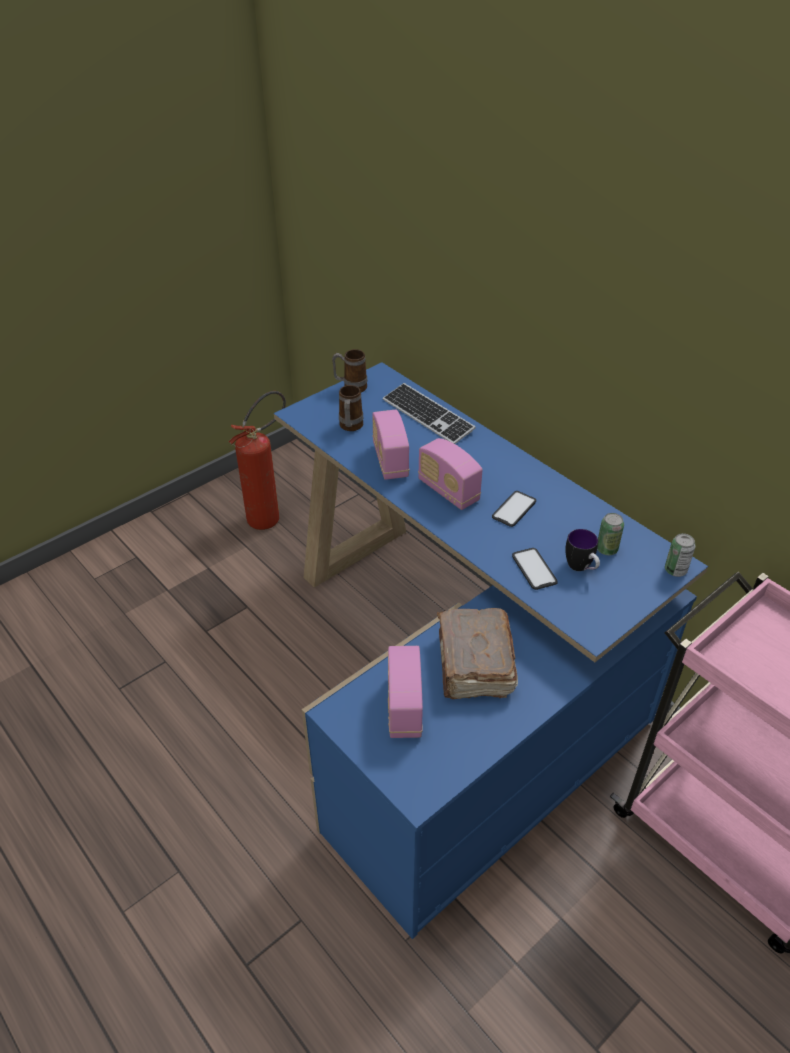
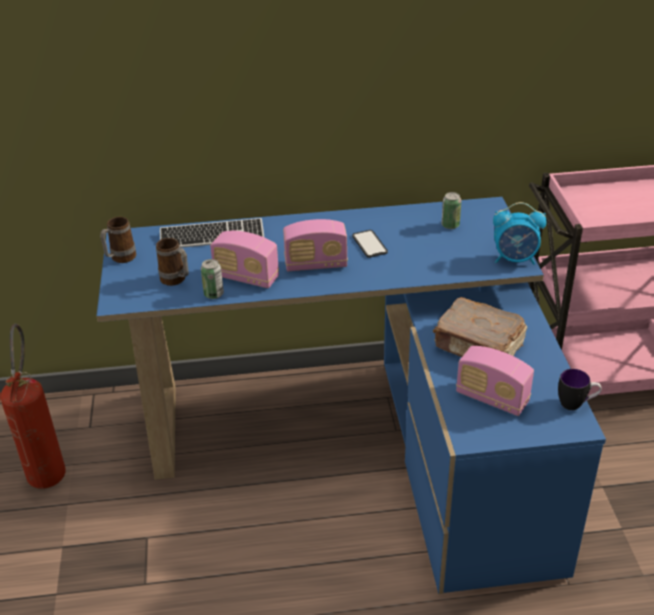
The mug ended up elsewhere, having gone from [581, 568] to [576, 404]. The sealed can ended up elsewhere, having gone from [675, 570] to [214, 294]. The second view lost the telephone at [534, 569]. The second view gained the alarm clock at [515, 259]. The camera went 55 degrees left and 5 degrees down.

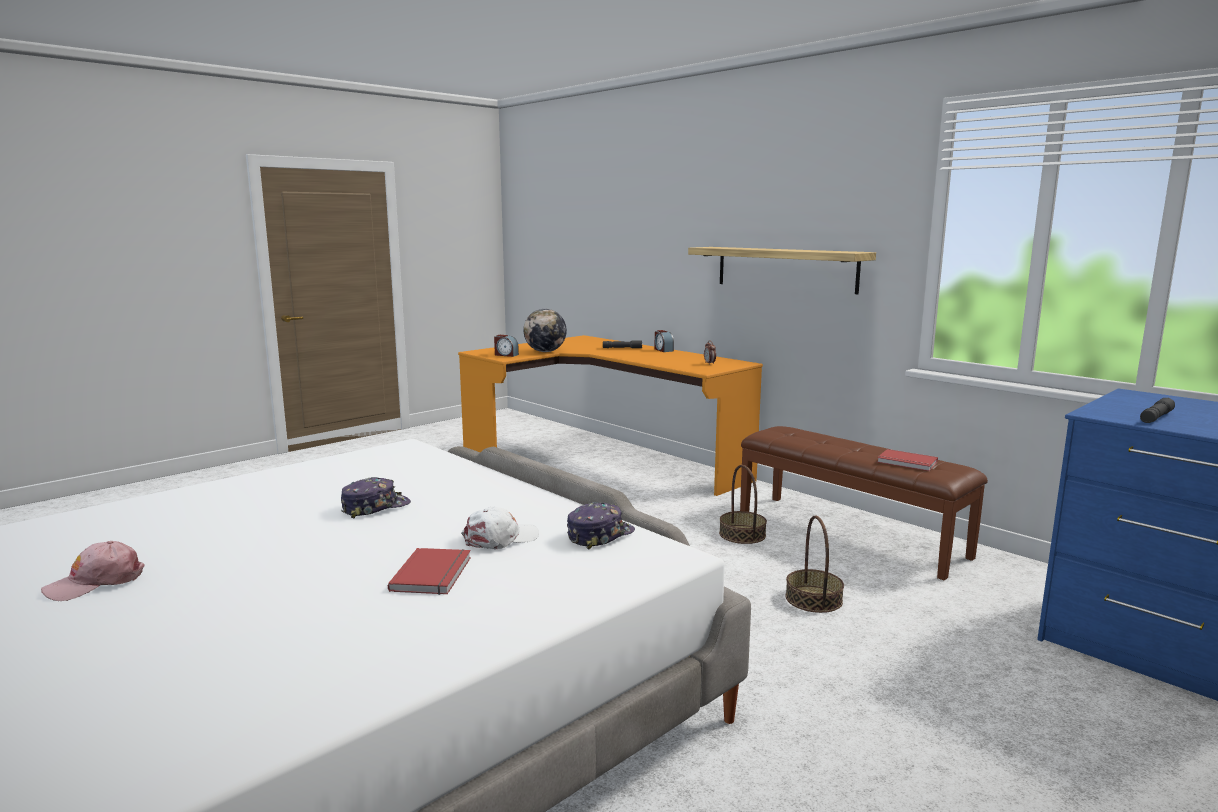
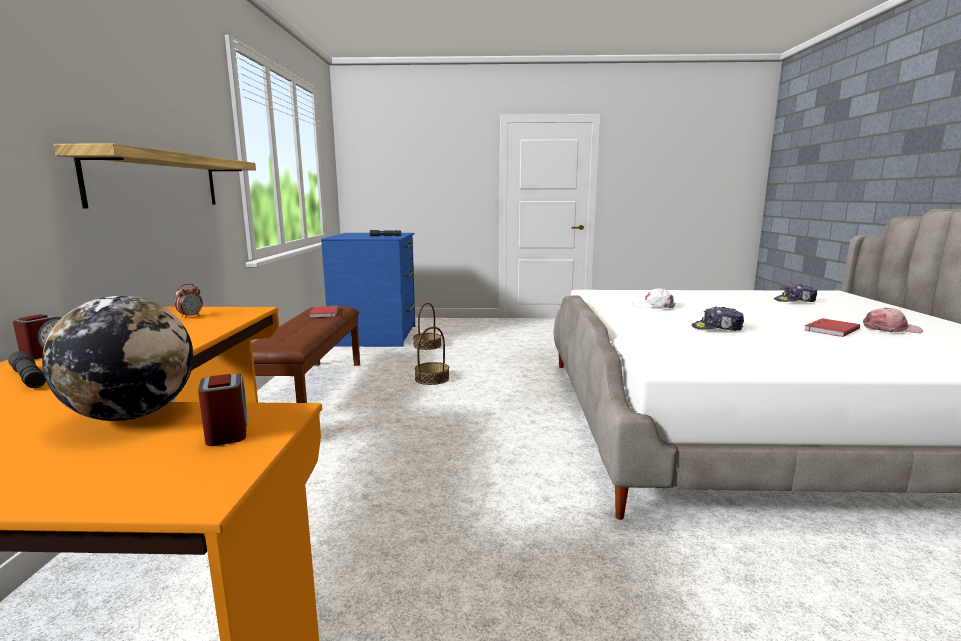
The basket ended up elsewhere, having gone from [742, 534] to [427, 345]. The cap ended up elsewhere, having gone from [600, 535] to [795, 301]. The volume in reddish ended up elsewhere, having gone from [434, 574] to [829, 329]. The camera went 135 degrees left and 0 degrees up.

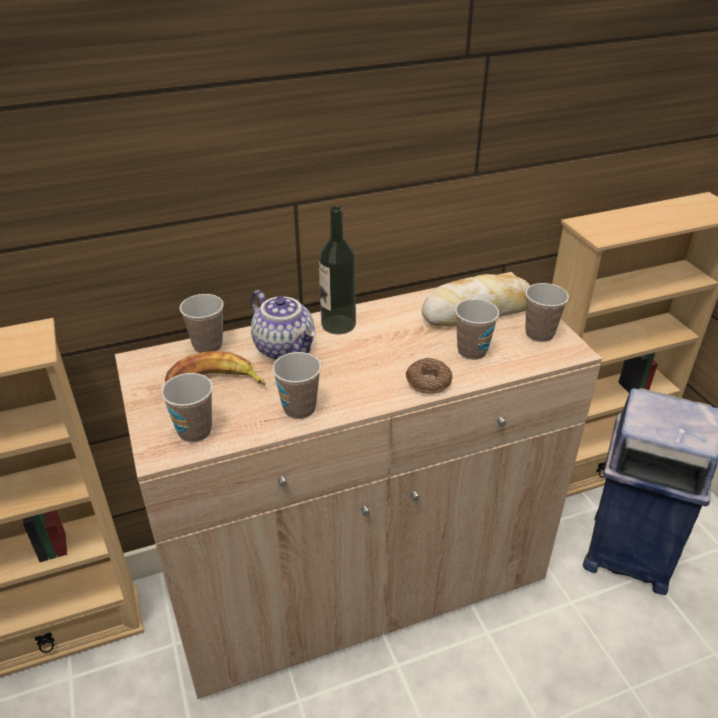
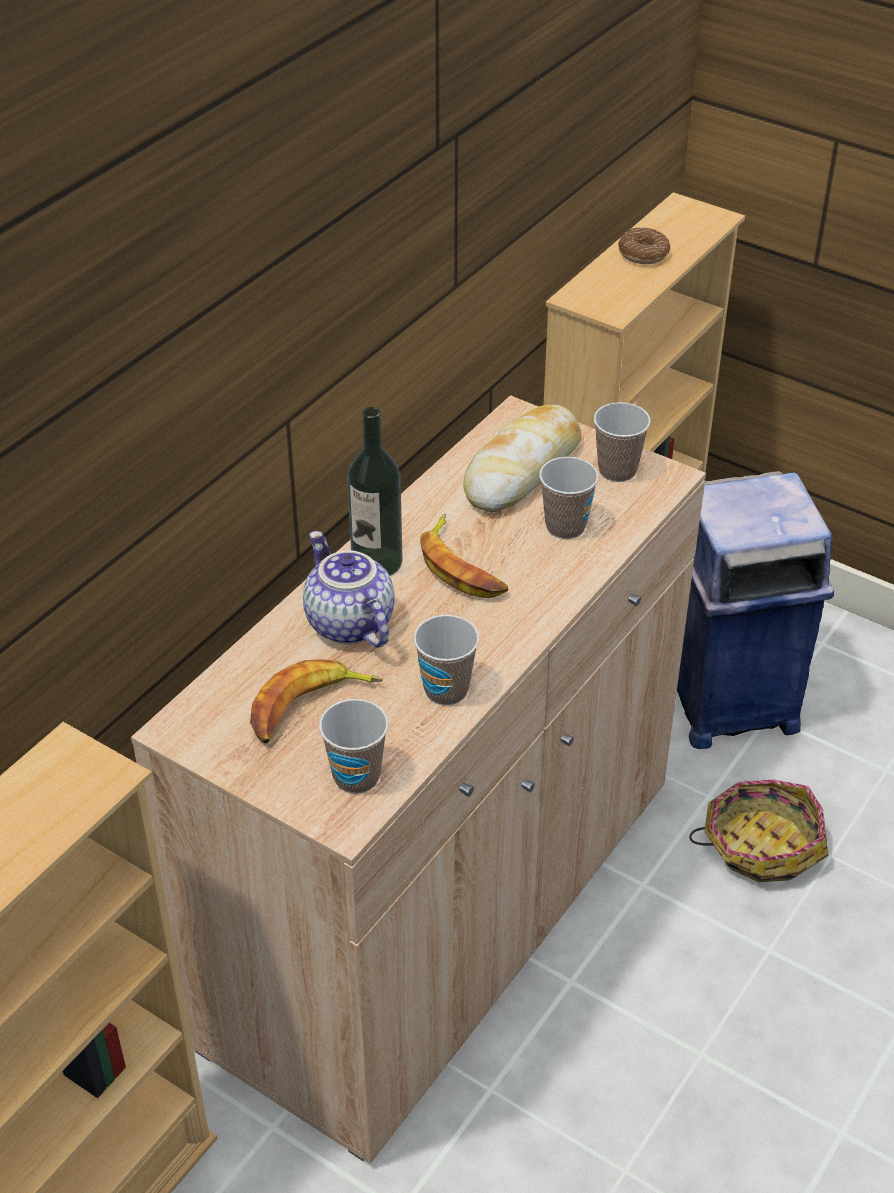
The pot for tea at [286, 348] ended up facing another way, 135 degrees counterclockwise from before. The second view lost the small cup at [208, 346]. The donut ended up elsewhere, having gone from [428, 382] to [643, 254]. The second view gained the banana at [462, 567]. The second view gained the basket at [761, 844]. The camera went 35 degrees left and 5 degrees up.

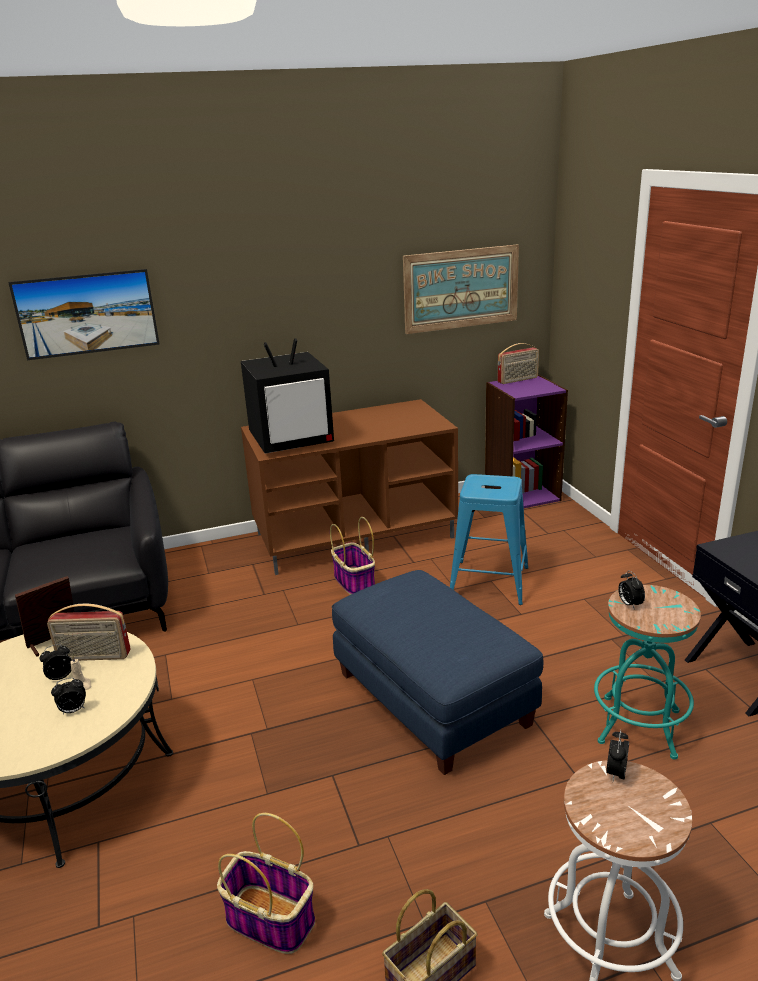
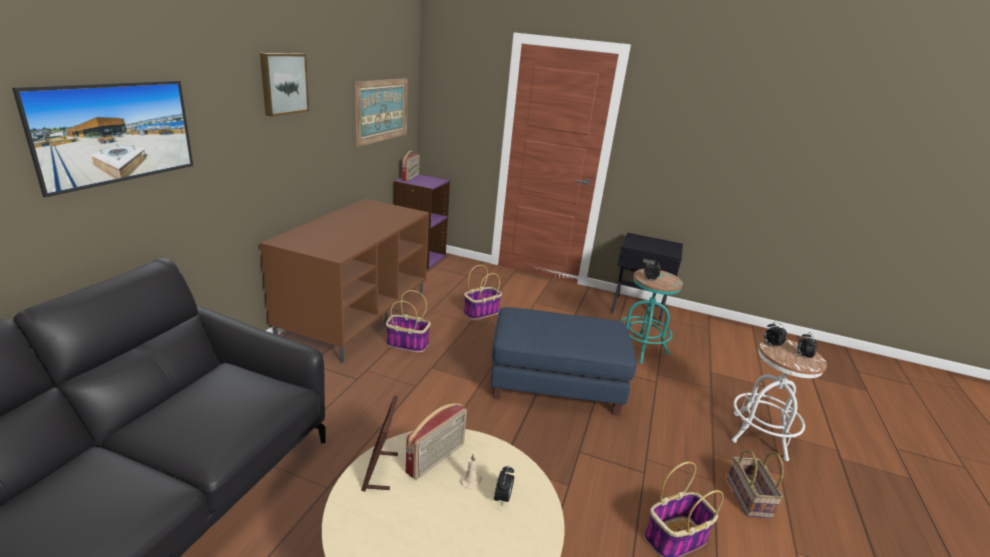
The second view lost the TV set at [292, 441]. Where the stool seat in blue stood at [489, 582], the basket came to stand at [481, 312]. The alarm clock ended up elsewhere, having gone from [60, 676] to [802, 356]. The second view gained the wall art at [283, 83]. The camera went 55 degrees left and 0 degrees up.

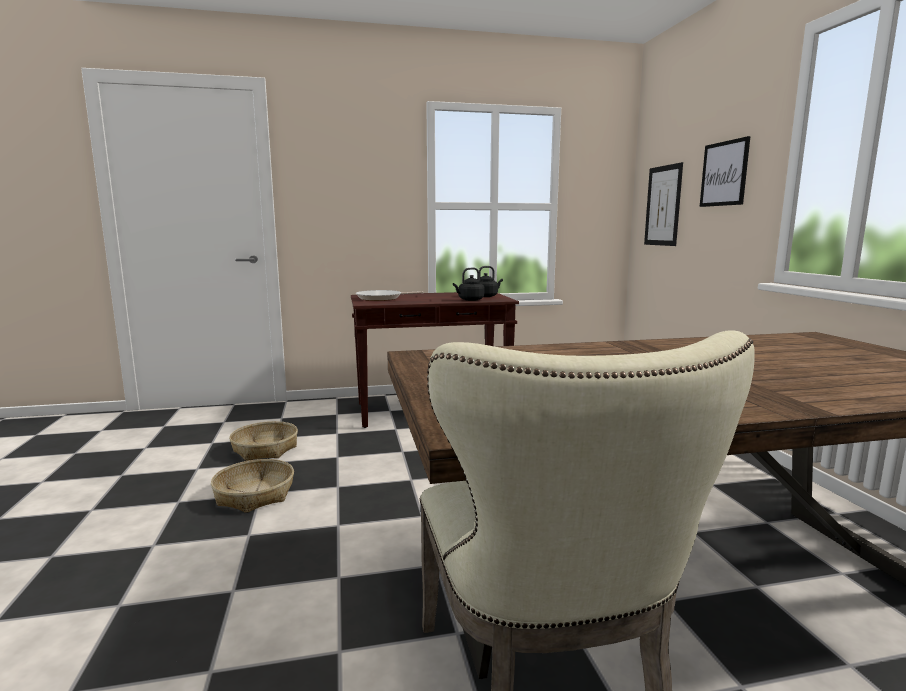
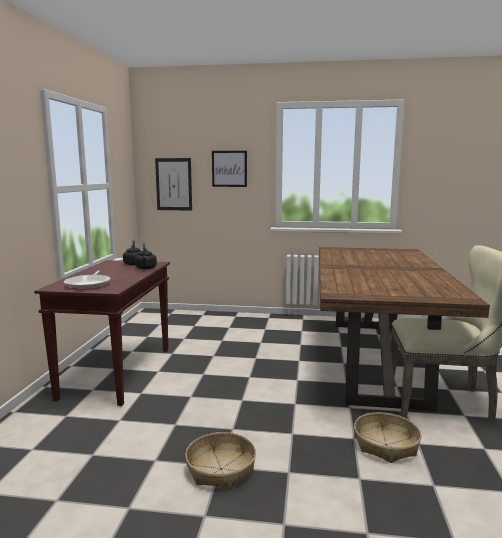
The basket ended up elsewhere, having gone from [265, 449] to [385, 444]. The camera went 70 degrees left and 0 degrees up.

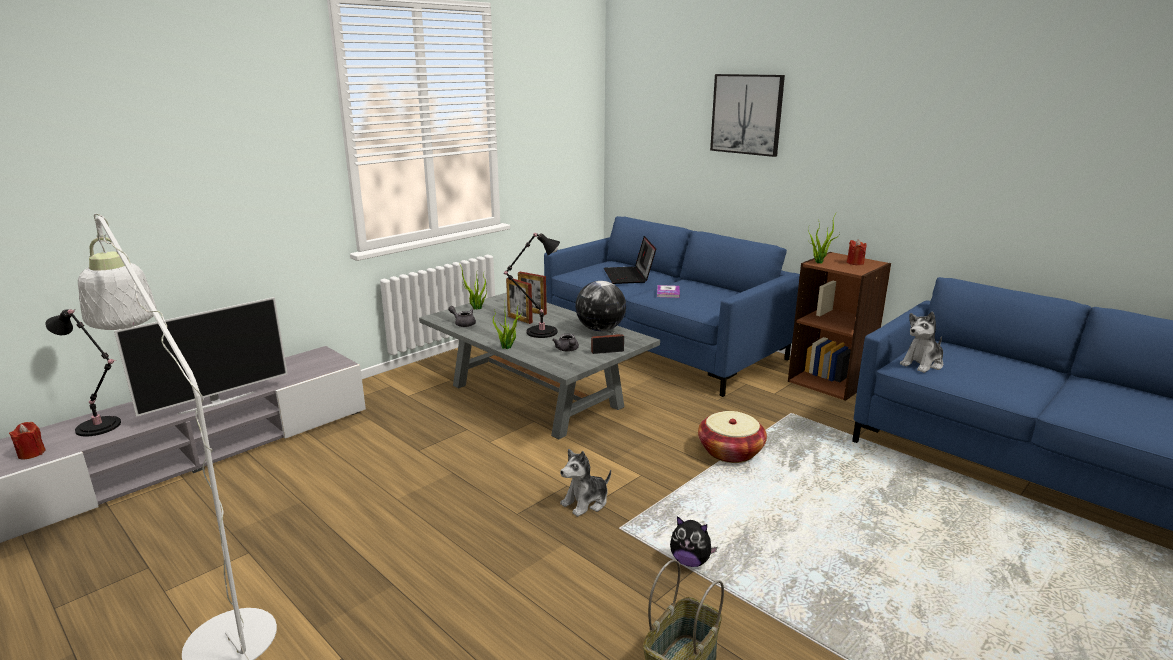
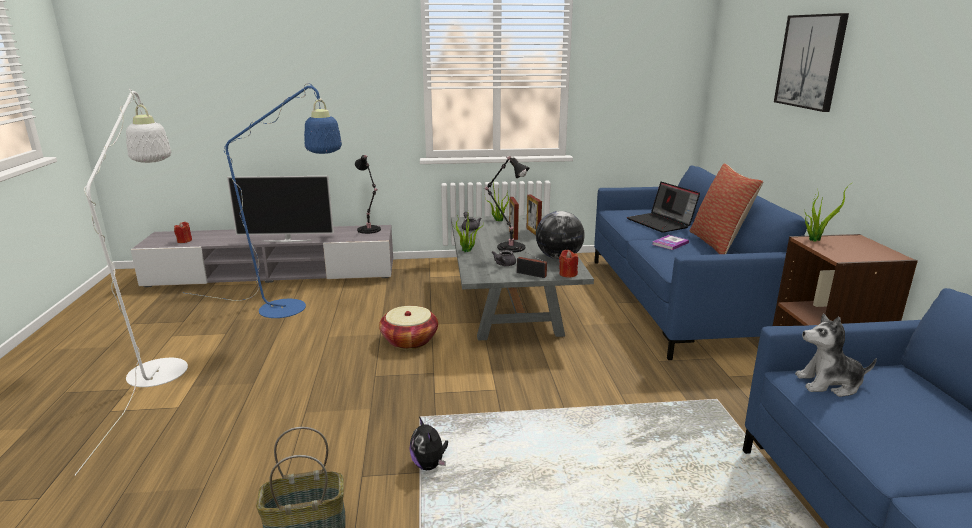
The notebook computer at [629, 276] ended up facing another way, 60 degrees counterclockwise from before. The candle in reddish ended up elsewhere, having gone from [855, 263] to [568, 274]. The lamp for a table in black ended up elsewhere, having gone from [101, 427] to [369, 230]. The basket ended up elsewhere, having gone from [730, 452] to [409, 340]. The second view lost the plush toy at [586, 502]. The second view gained the floor lamp in blue at [293, 309]. The second view gained the pillow at [718, 243]. The camera went 40 degrees right and 0 degrees up.

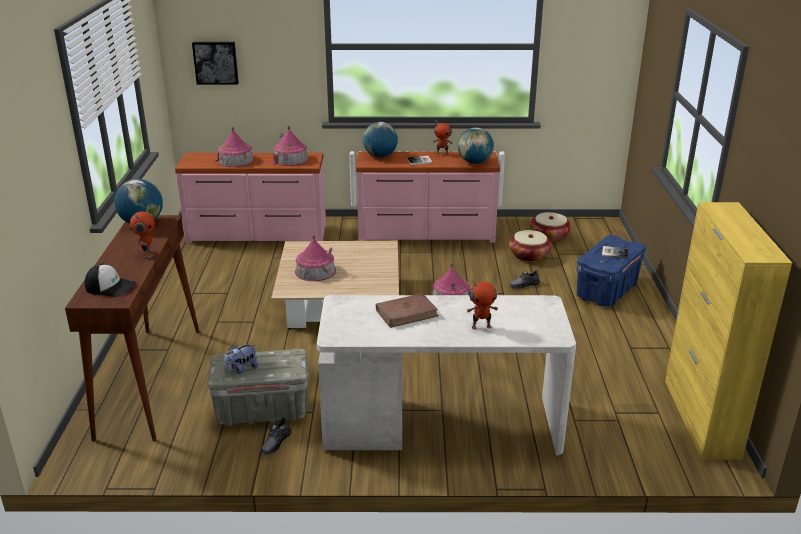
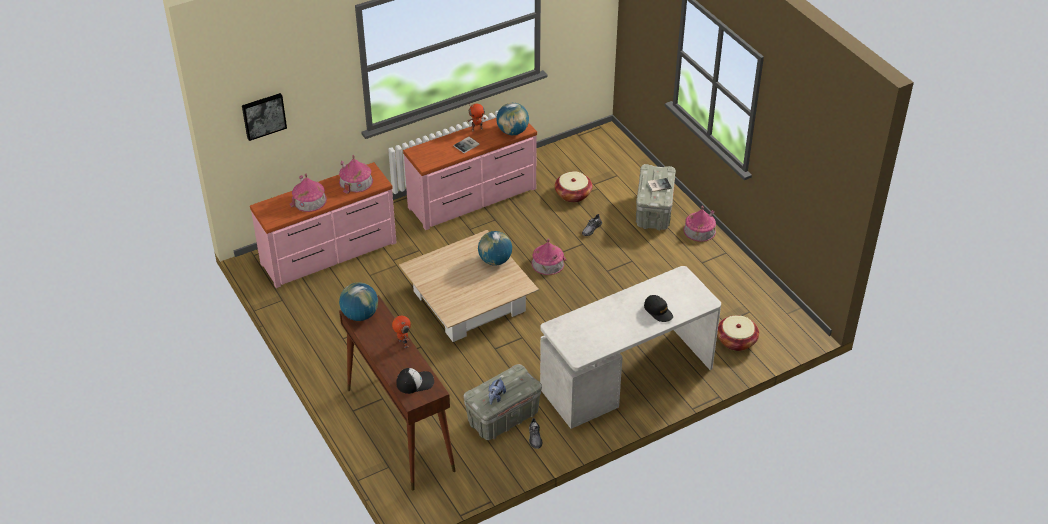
The world globe ended up elsewhere, having gone from [380, 156] to [495, 260]. The second view lost the storage cabinet in yellowish at [701, 418]. The basket ended up elsewhere, having gone from [549, 236] to [736, 341]. The model house ended up elsewhere, having gone from [315, 271] to [699, 230]. What was the storage bin in blue at [606, 290] turned into the storage bin in gray at [653, 212]. Where the robot figure stood at [481, 326], the cap in black came to stand at [658, 311]. The second view lost the volume in brownish at [407, 313]. The camera went 30 degrees left and 15 degrees up.

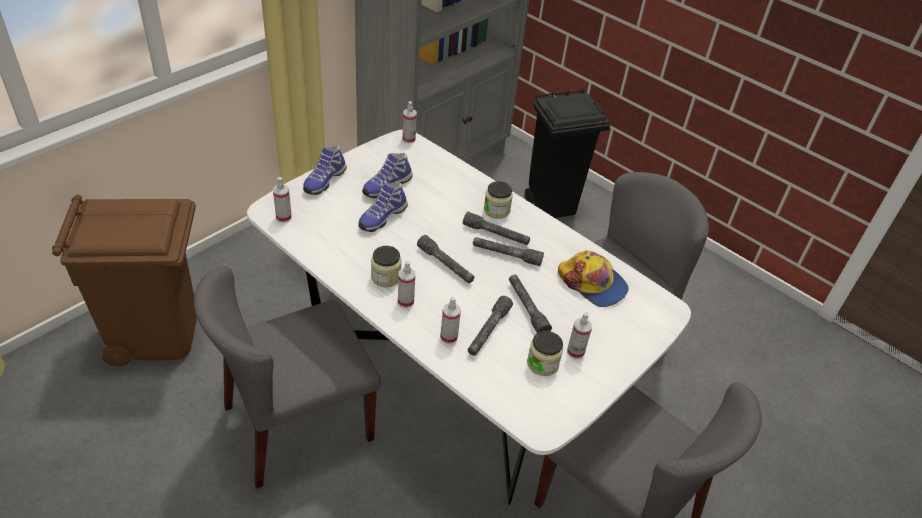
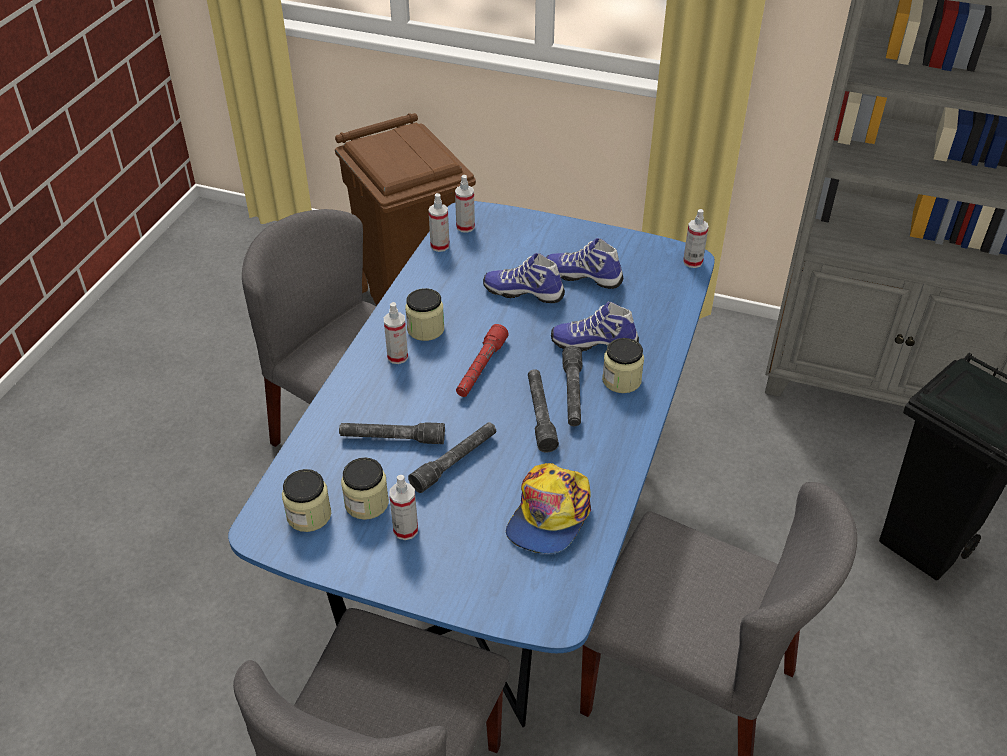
What was the kitchen table in whitish at [449, 378] turned into the kitchen table in blue at [504, 544]. The item of footwear ended up elsewhere, having gone from [324, 180] to [594, 342]. What was the torch in gray at [445, 265] turned into the torch in reddish at [481, 368]. The spray bottle ended up elsewhere, having gone from [449, 337] to [440, 246]. The second view gained the storage jar at [309, 515]. The camera went 70 degrees right and 0 degrees up.

